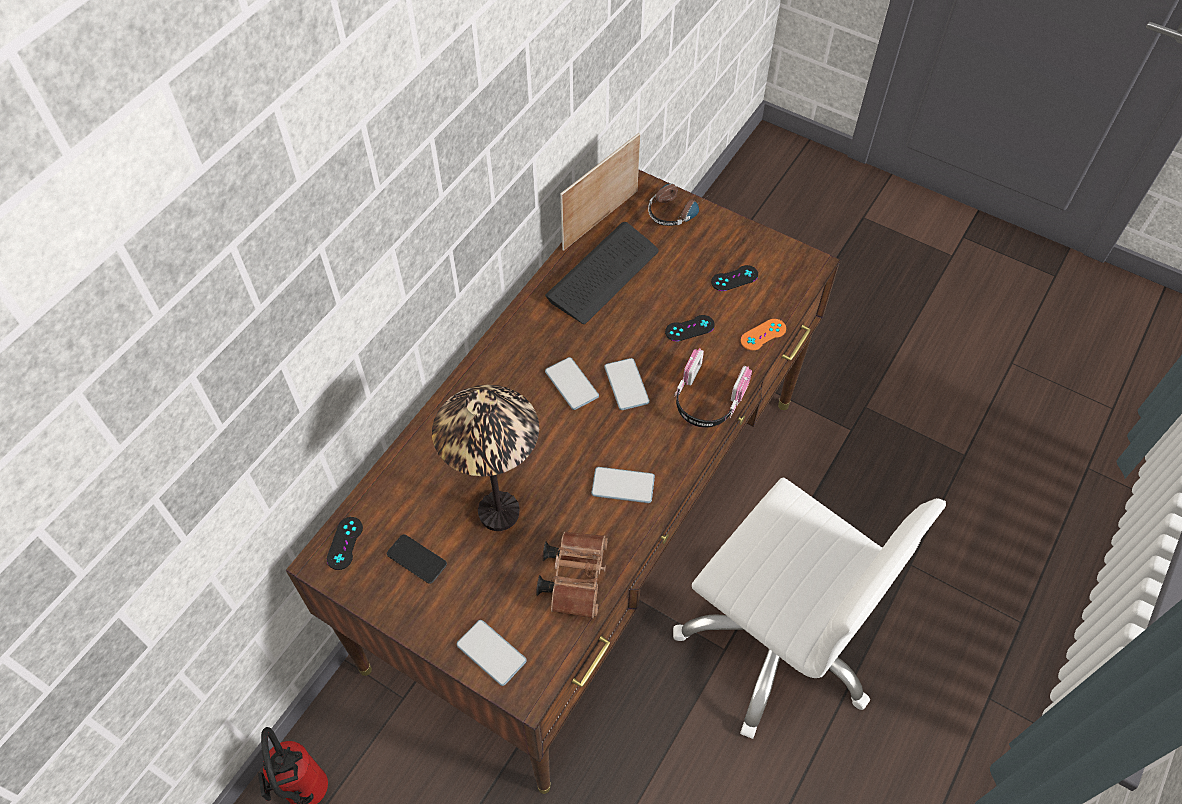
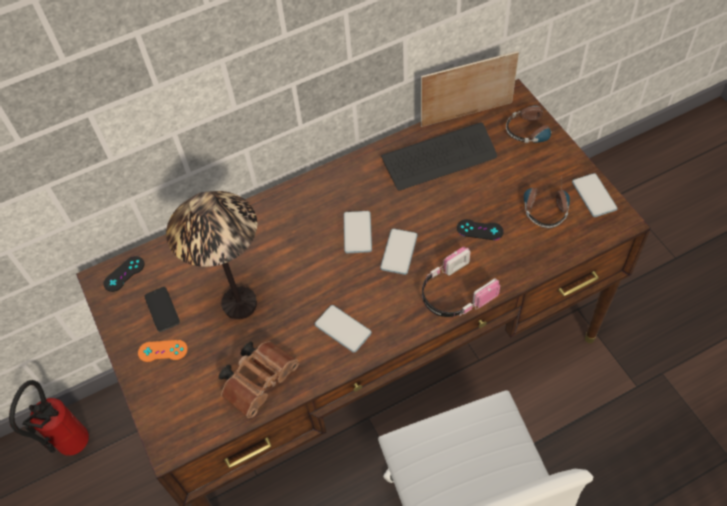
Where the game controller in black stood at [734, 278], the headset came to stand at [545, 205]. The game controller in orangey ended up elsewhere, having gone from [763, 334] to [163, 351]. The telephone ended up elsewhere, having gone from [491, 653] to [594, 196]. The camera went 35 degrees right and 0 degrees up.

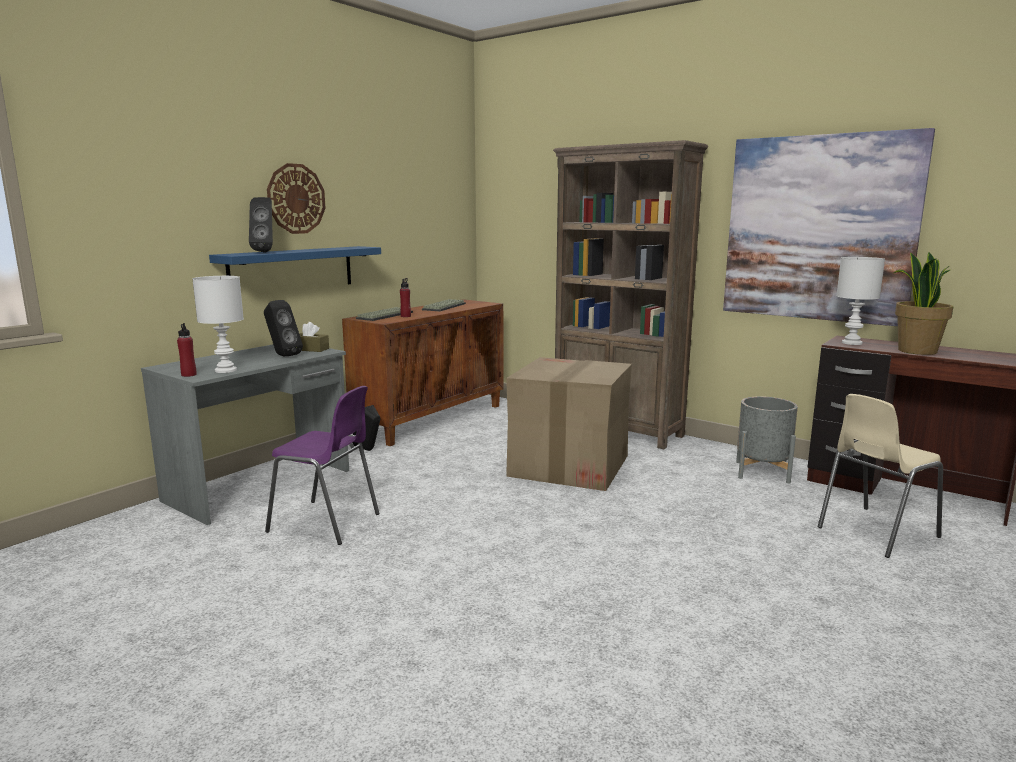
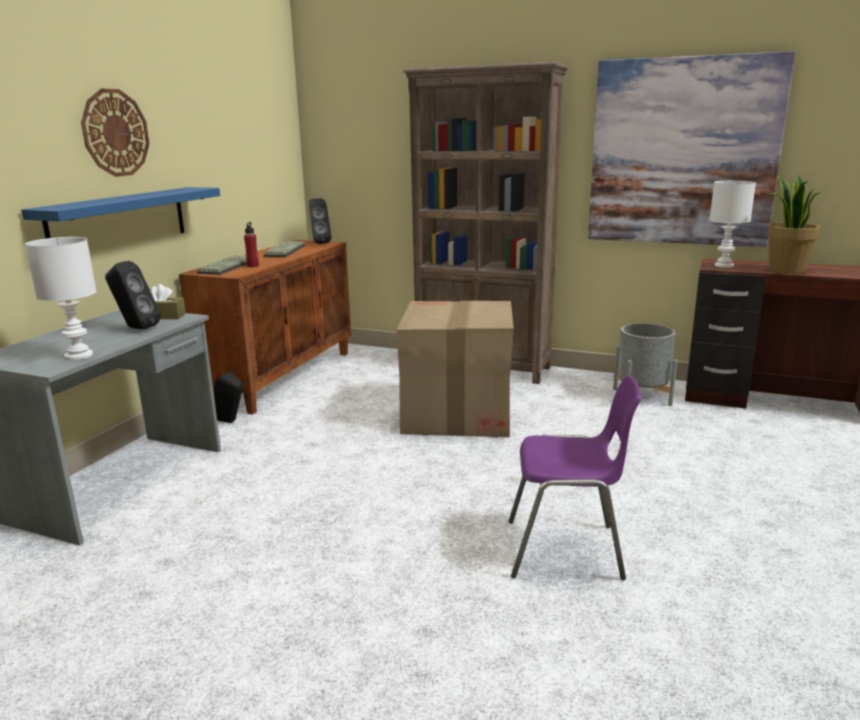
The loudspeaker in black ended up elsewhere, having gone from [265, 252] to [319, 243]. The second view lost the bottle in reddish at [189, 375]. The chair in purple-coloured ended up elsewhere, having gone from [326, 523] to [567, 550]. The second view lost the chair in beige at [874, 532]. The camera went 15 degrees left and 5 degrees up.

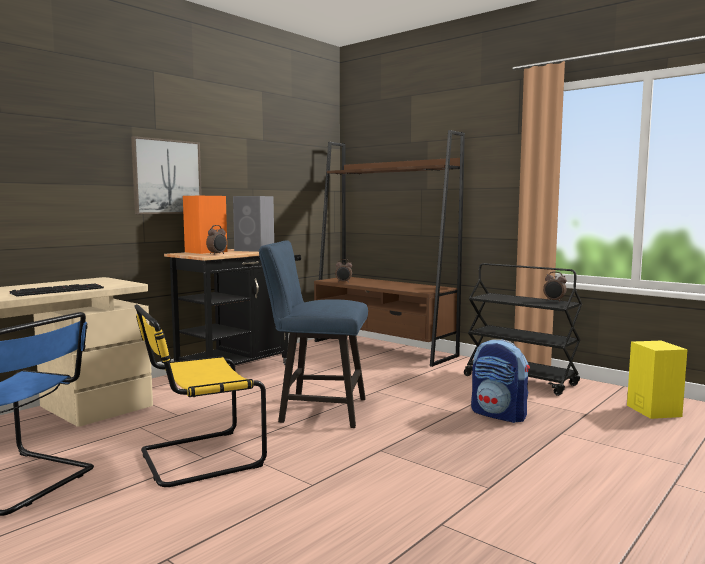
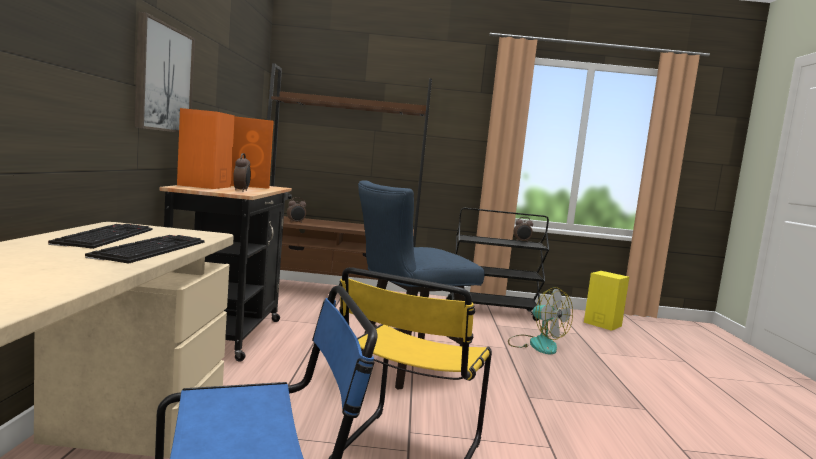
What was the loudspeaker in gray at [255, 250] turned into the loudspeaker in orangey at [250, 185]. Where the rucksack stood at [499, 415], the fan came to stand at [536, 344]. The second view gained the PC keyboard at [104, 236]. The camera went 40 degrees left and 0 degrees up.

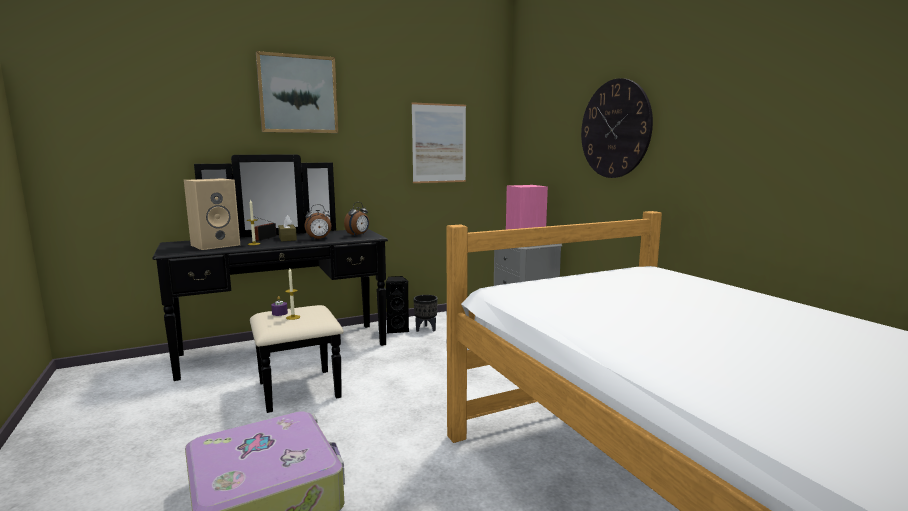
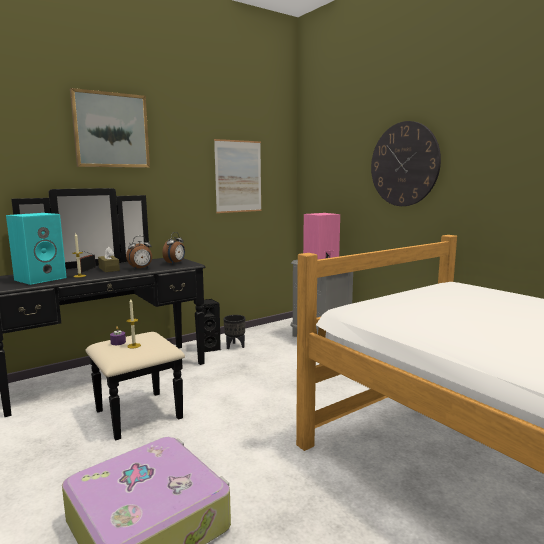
What was the loudspeaker in beige at [216, 245] turned into the loudspeaker in turquoise at [41, 278]. The camera went 10 degrees left and 0 degrees up.

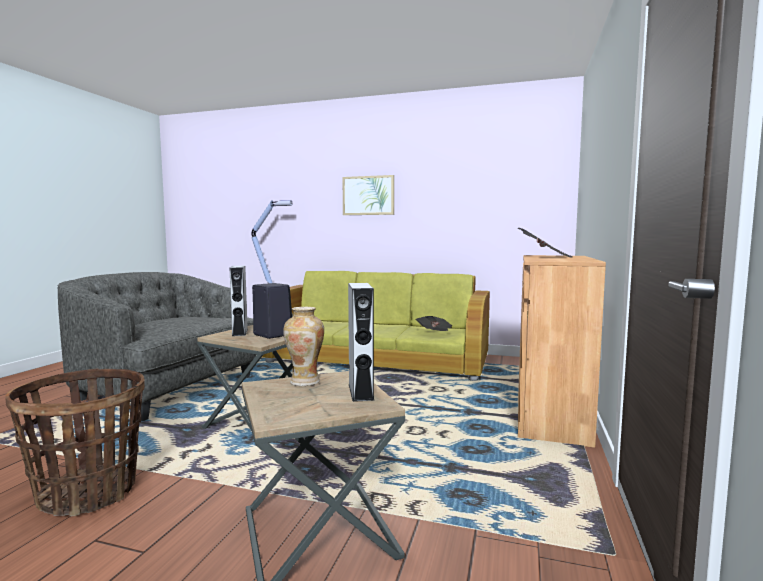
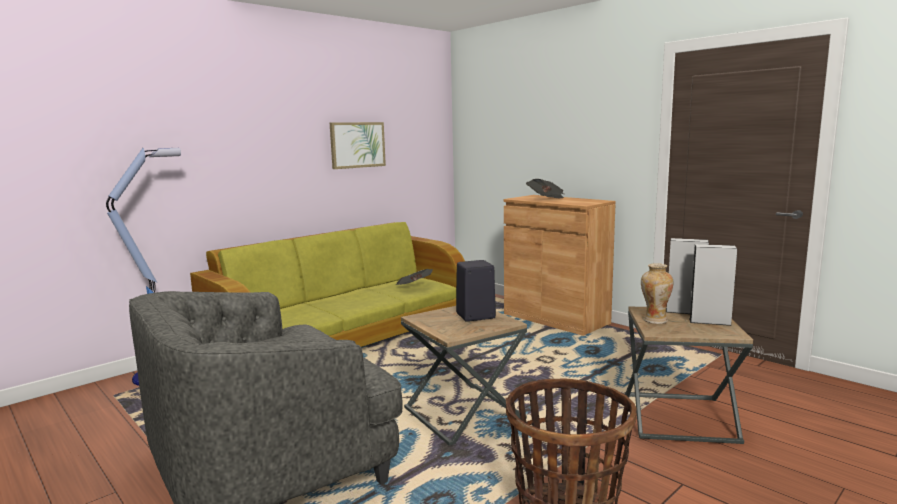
The wall art ended up elsewhere, having gone from [368, 195] to [357, 145]. The loudspeaker in gray ended up elsewhere, having gone from [240, 332] to [710, 321]. The camera went 60 degrees left and 5 degrees up.

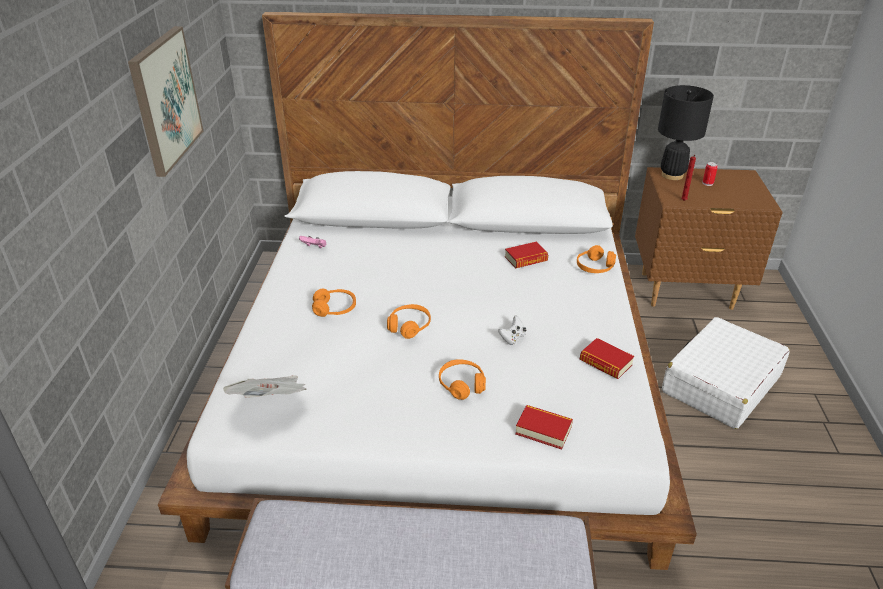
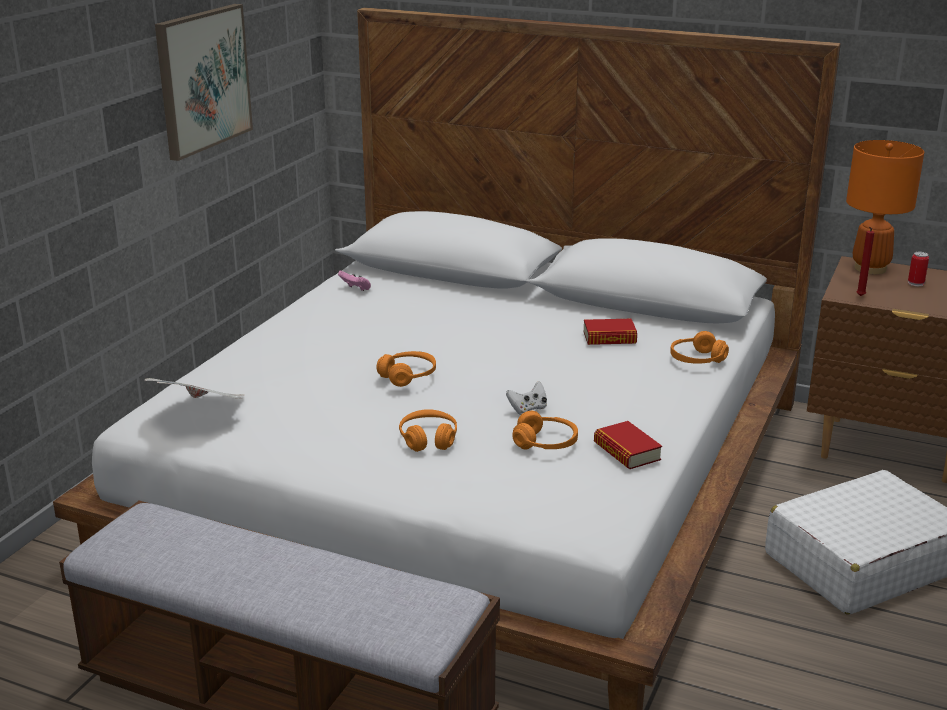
What was the lamp for a table in black at [672, 175] turned into the lamp for a table in orangey at [870, 268]. The headset in orangey ended up elsewhere, having gone from [335, 309] to [545, 443]. The second view lost the volume at [543, 430]. The camera went 20 degrees right and 10 degrees down.

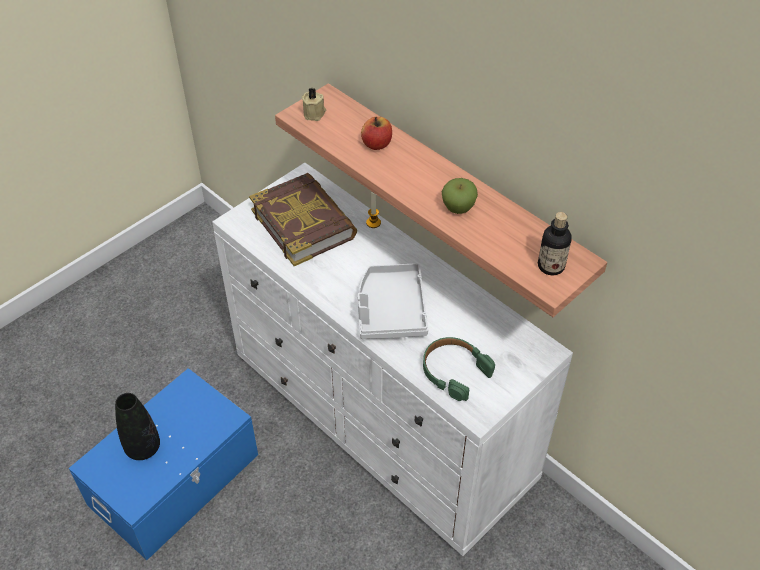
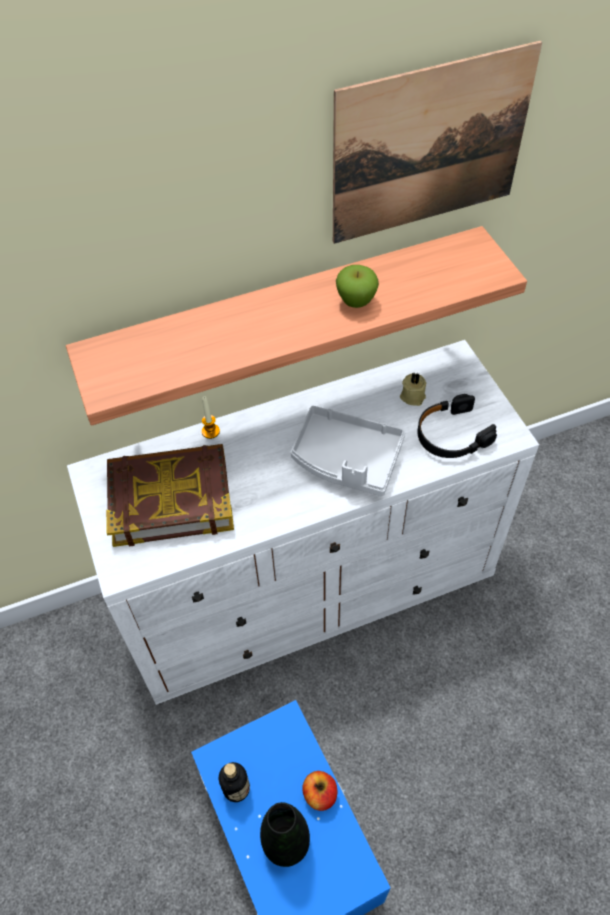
The candle in beige ended up elsewhere, having gone from [315, 113] to [412, 395]. The whole apple ended up elsewhere, having gone from [377, 144] to [320, 794]. The bottle ended up elsewhere, having gone from [551, 266] to [236, 788]. What was the headset in greenish at [454, 371] turned into the headset in black at [451, 435]. The second view gained the wall art at [430, 146]. The camera went 65 degrees left and 5 degrees up.

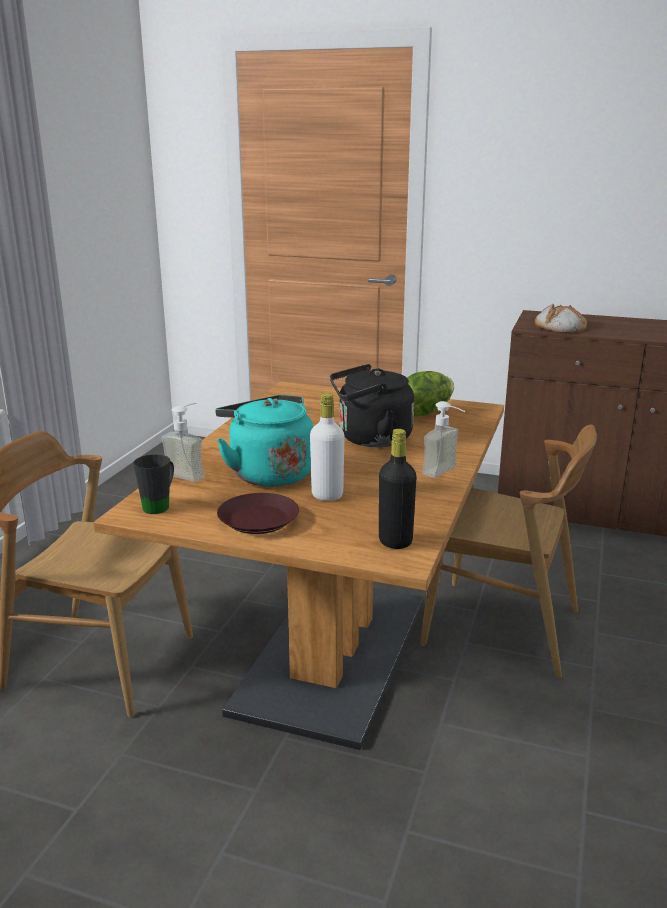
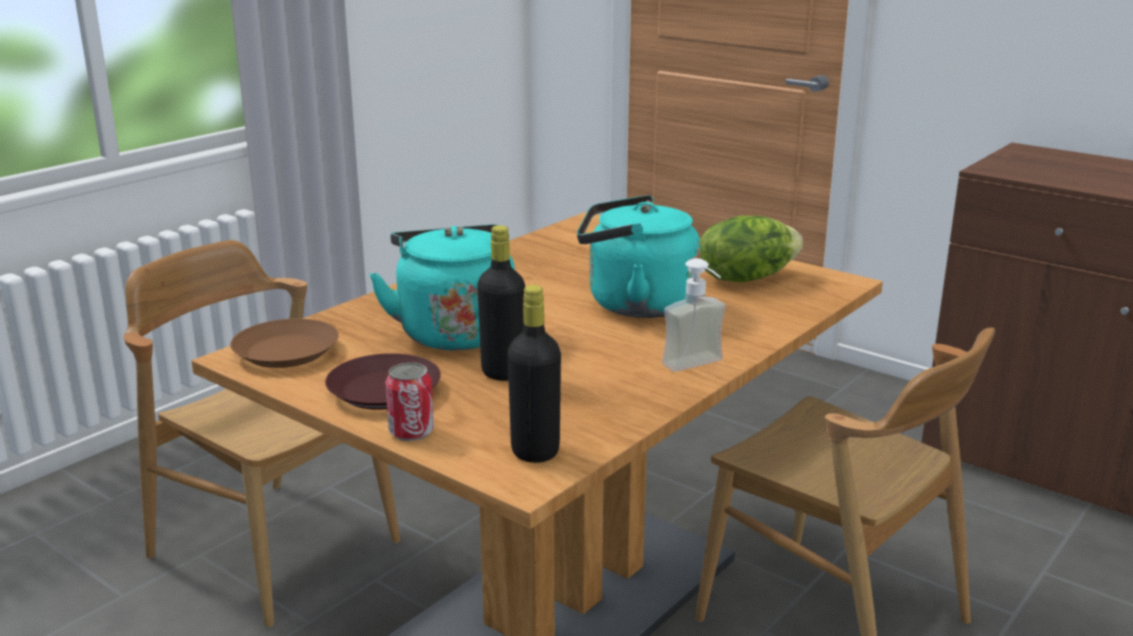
The second view lost the baked bread at [559, 327]. What was the kettle in black at [370, 439] turned into the kettle in turquoise at [634, 304]. What was the bottle in whitish at [327, 495] turned into the bottle in black at [503, 373]. The second view lost the soap bottle at [190, 473]. Where the mug in black stood at [160, 505], the flat dish in brownish came to stand at [285, 352]. The second view gained the sealed can at [411, 432]. The camera went 20 degrees right and 0 degrees up.

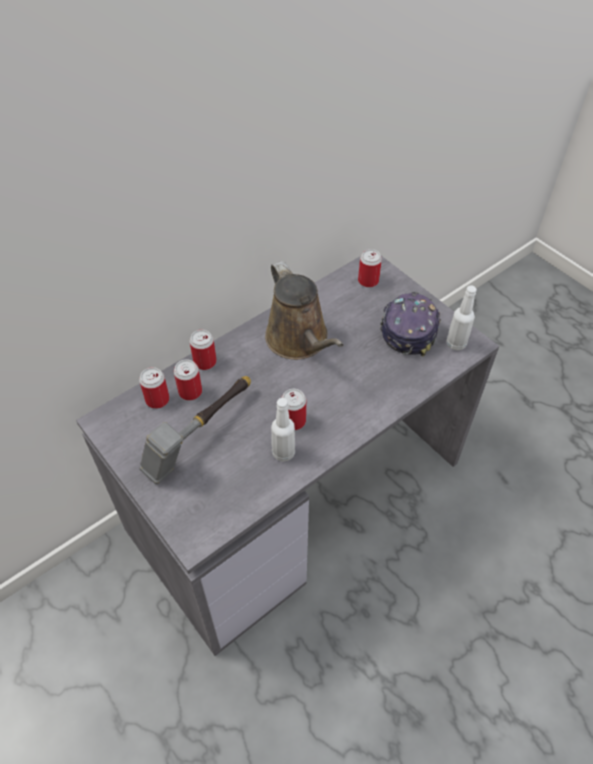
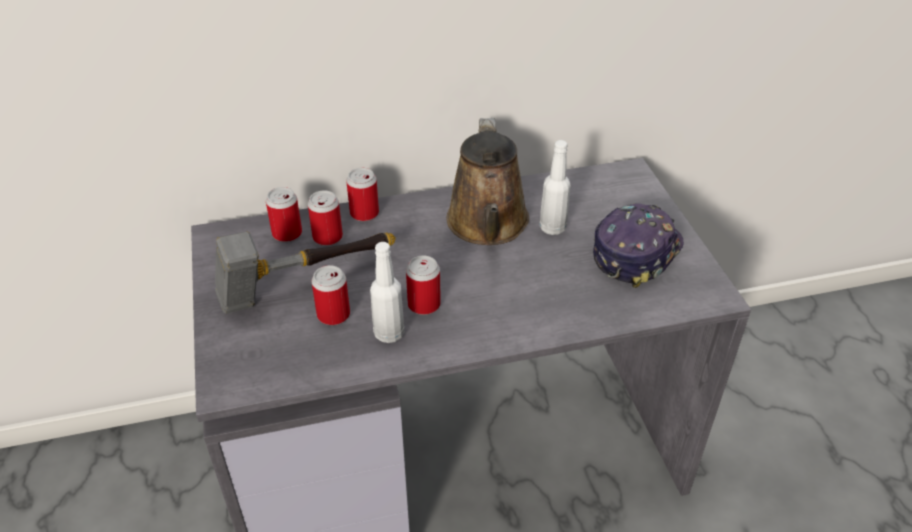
The sealed can ended up elsewhere, having gone from [368, 281] to [333, 314]. The bottle in whitish ended up elsewhere, having gone from [456, 344] to [552, 228]. The camera went 25 degrees right and 10 degrees down.

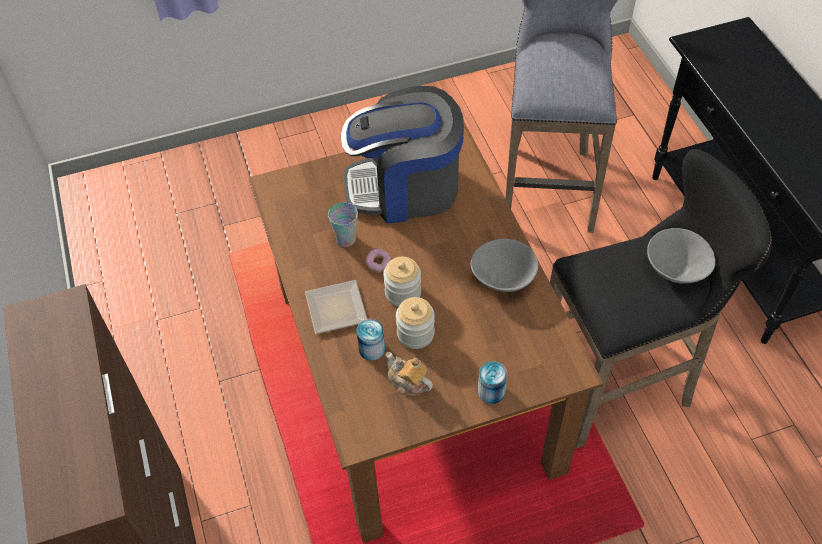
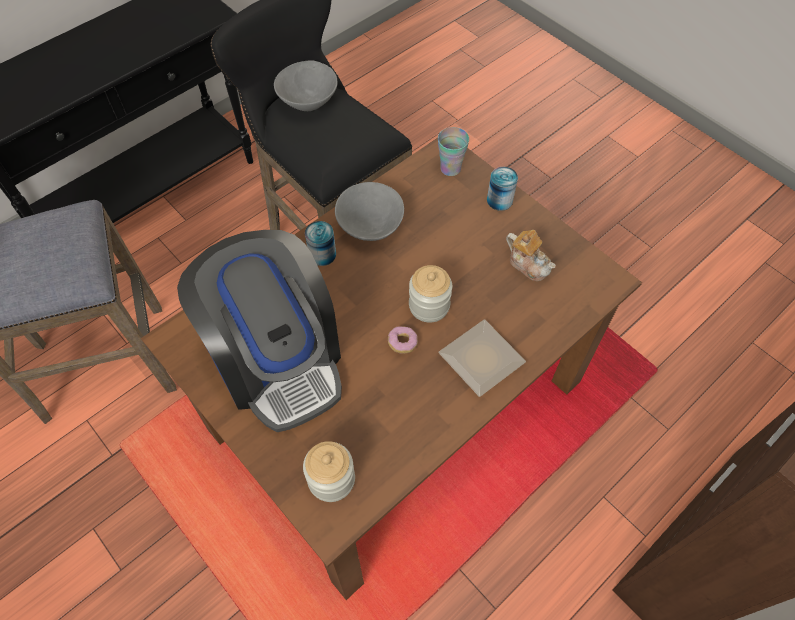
The small cup ended up elsewhere, having gone from [346, 239] to [450, 168]. The storage jar ended up elsewhere, having gone from [415, 334] to [331, 479]. The sealed can ended up elsewhere, having gone from [371, 349] to [322, 254]. The pot for tea at [407, 382] ended up facing another way, 60 degrees counterclockwise from before. The camera went 115 degrees left and 5 degrees up.

